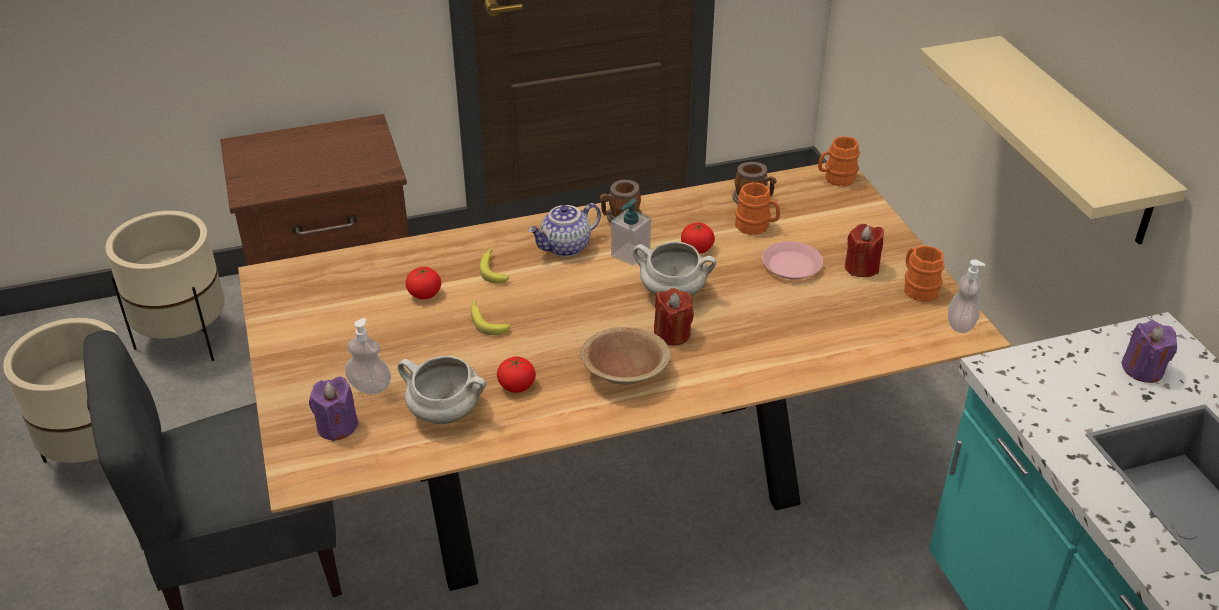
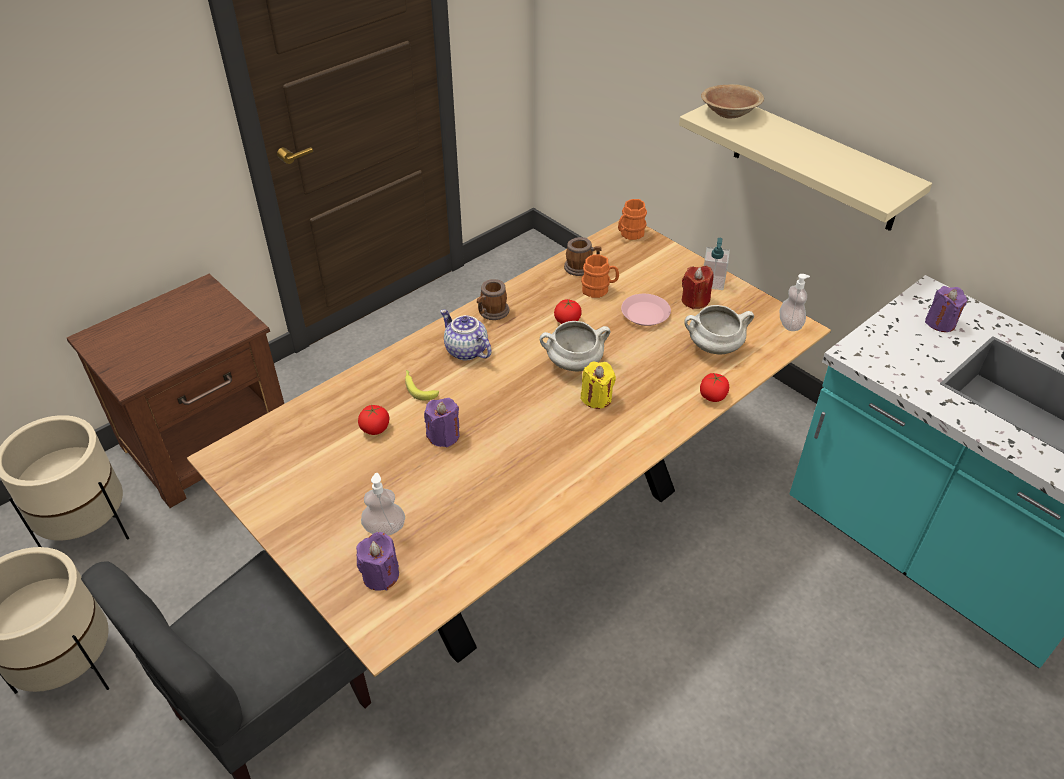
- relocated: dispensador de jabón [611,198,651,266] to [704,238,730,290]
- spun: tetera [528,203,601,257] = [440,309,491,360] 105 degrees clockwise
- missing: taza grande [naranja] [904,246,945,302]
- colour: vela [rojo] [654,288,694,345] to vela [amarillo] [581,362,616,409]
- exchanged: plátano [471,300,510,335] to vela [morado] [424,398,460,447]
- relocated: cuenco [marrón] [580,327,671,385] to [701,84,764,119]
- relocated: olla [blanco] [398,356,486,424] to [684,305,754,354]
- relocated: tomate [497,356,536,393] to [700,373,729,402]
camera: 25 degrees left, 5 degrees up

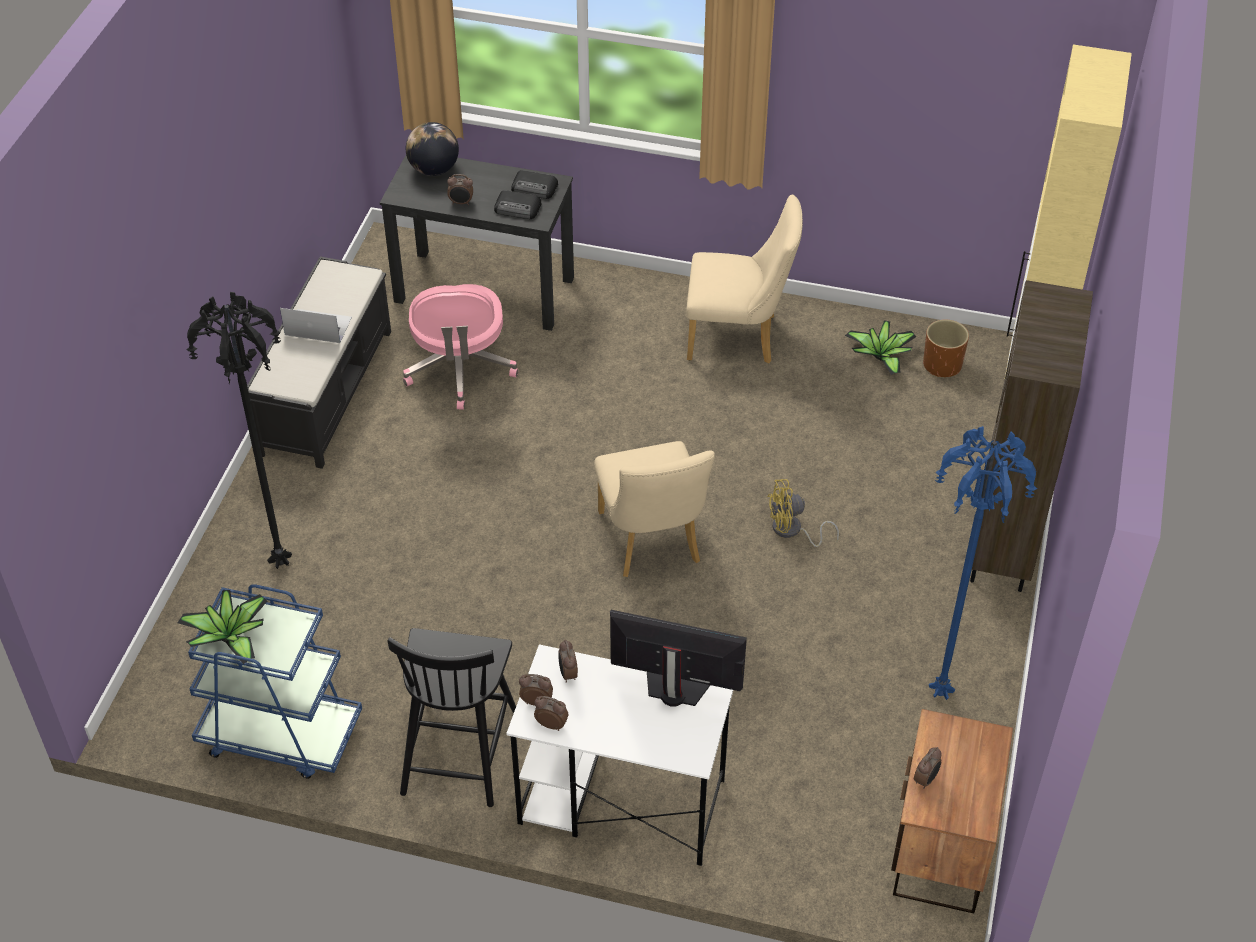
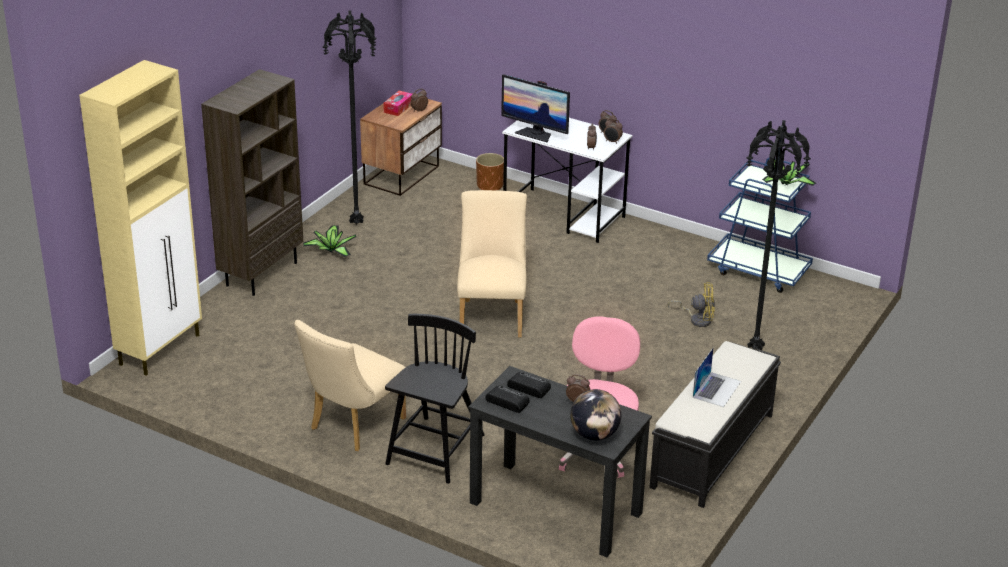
- spun: silla [beis] [686,195,803,363] = [294,320,406,451] 75 degrees counterclockwise
- spun: portátil [280,308,352,343] = [693,347,741,407] 90 degrees counterclockwise
- relocated: planta en maceta [845,320,916,375] to [303,225,356,257]
- relocated: maceta [marrón] [923,320,969,377] to [476,153,504,191]
- colour: lámpara de pie [azul] [929,426,1037,700] to lámpara de pie [negro] [323,10,376,224]
- relocated: ventilador [amarillo] [767,479,839,547] to [668,282,715,327]
- relocated: silla [negro] [387,628,516,807] to [385,314,485,484]
- appeared: caja de pañuelos [383,91,412,116]
camera: 165 degrees left, 15 degrees down

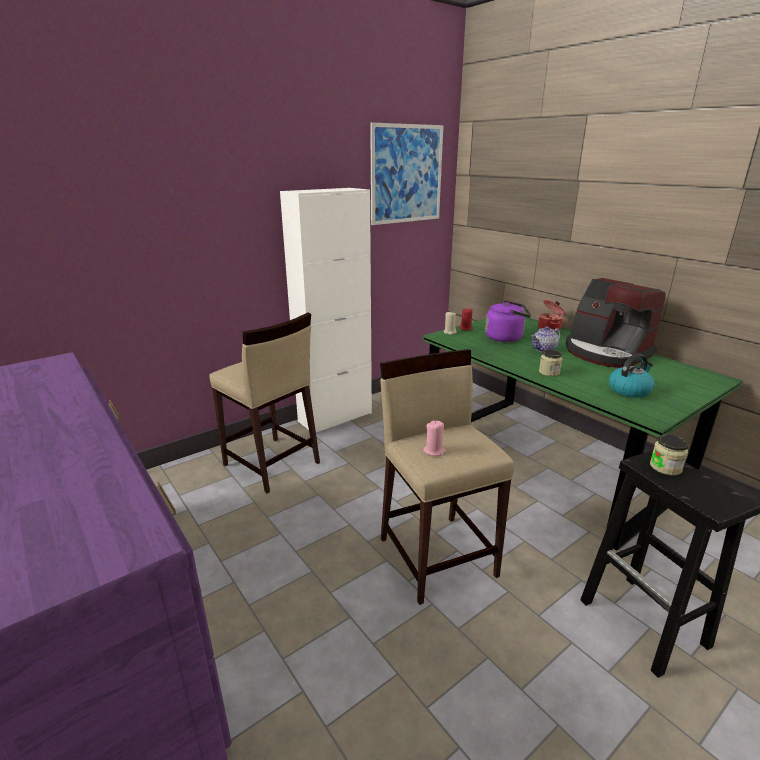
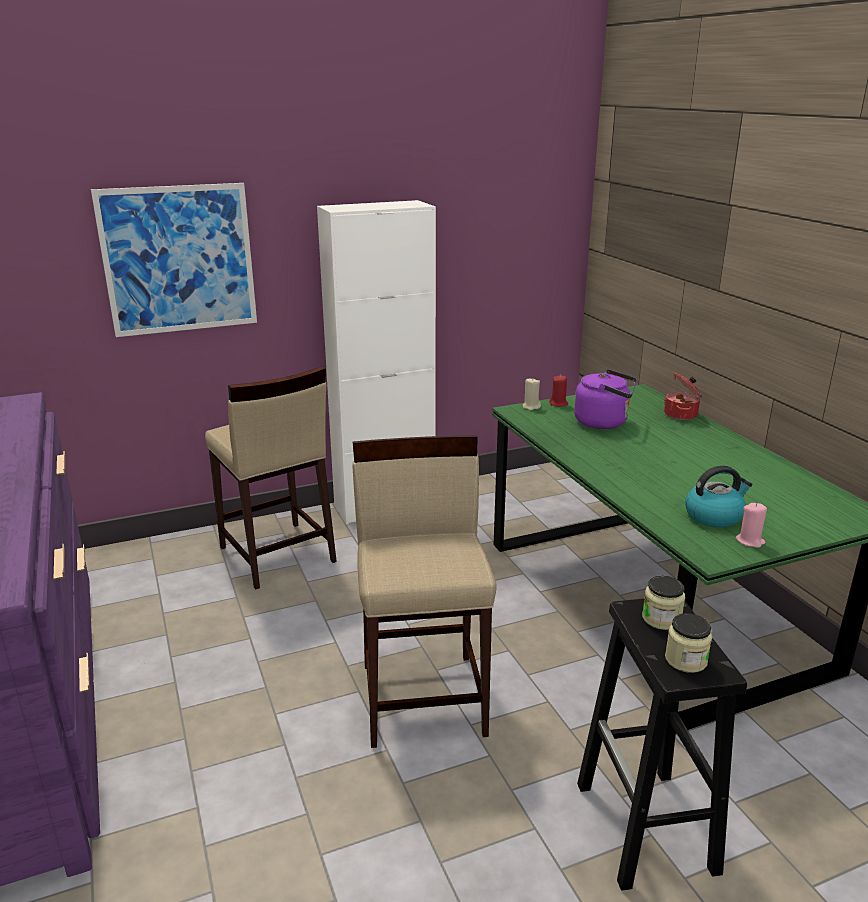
- relocated: cuadro [370,123,443,225] to [91,183,257,337]
- missing: cafetera [566,278,666,368]
- missing: tetera [531,326,561,352]
- relocated: tarro [539,349,562,376] to [665,613,712,673]
- relocated: vela [rosa] [423,421,446,456] to [736,503,767,548]
camera: 15 degrees right, 0 degrees up

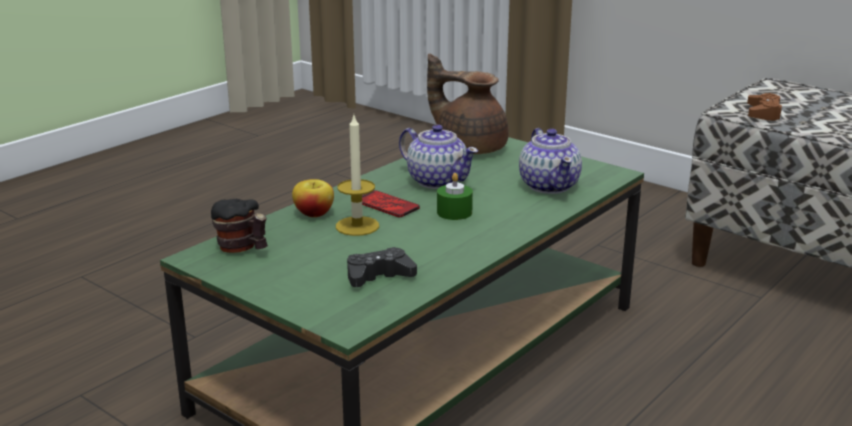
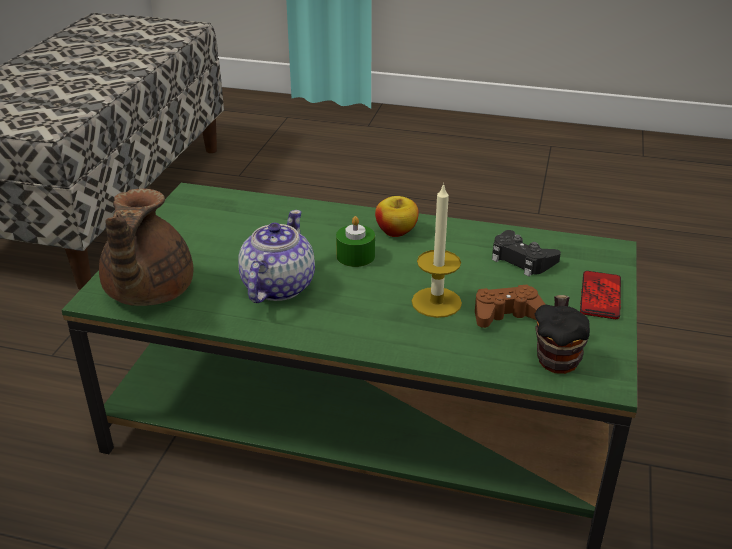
- relocated: mando de consola [marrón] [747,93,782,121] to [475,285,546,328]
- missing: tetera [519,128,582,194]
- relocated: manzana [292,179,334,217] to [375,196,419,237]
- relocated: móvil [362,190,420,217] to [580,271,621,319]
camera: 115 degrees left, 10 degrees up

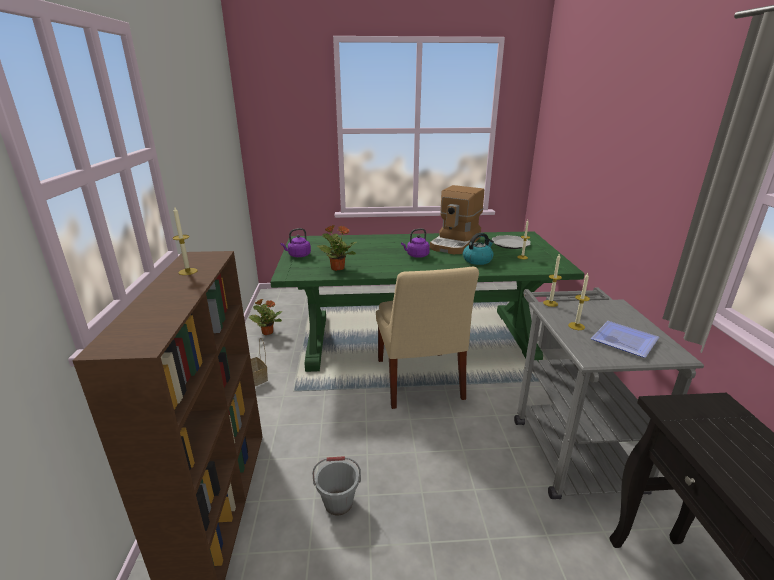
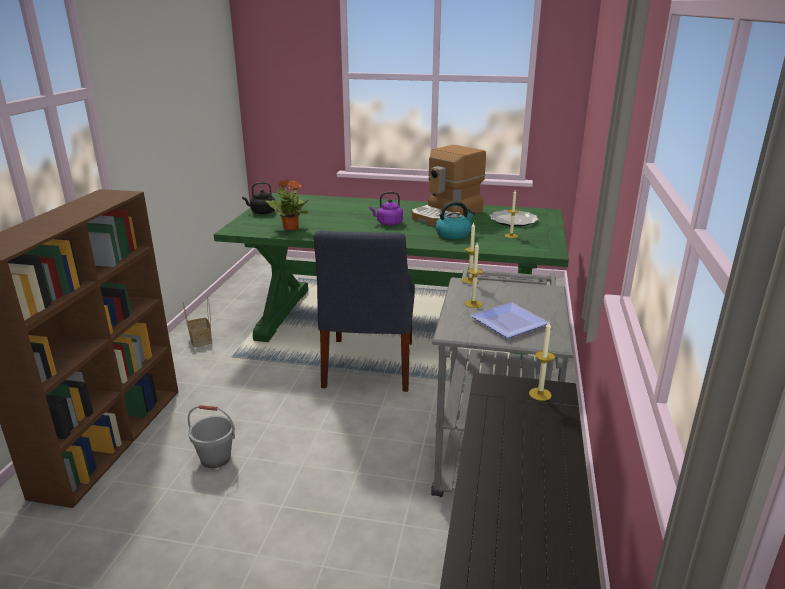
- relocated: vela [172,207,198,275] to [529,322,555,401]
- colour: hervidor [morado] [280,228,311,257] to hervidor [negro] [242,182,275,214]
- colour: silla [beis] [376,267,479,409] to silla [azul] [314,231,415,392]
- missing: planta en maceta [249,299,282,335]
camera: 15 degrees right, 0 degrees up

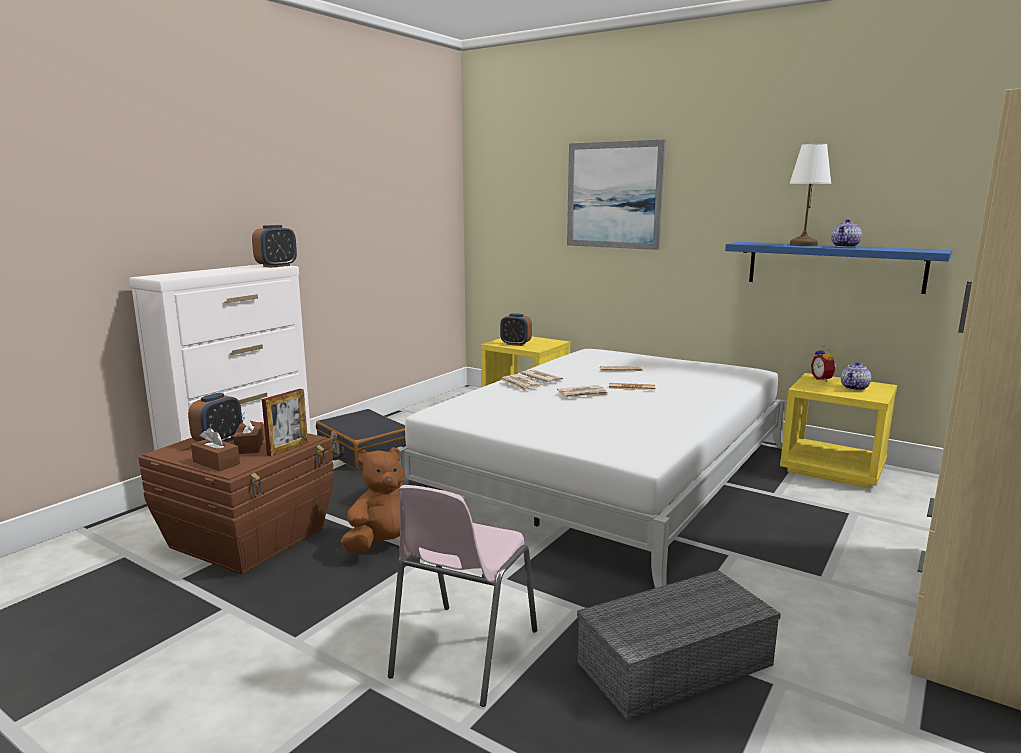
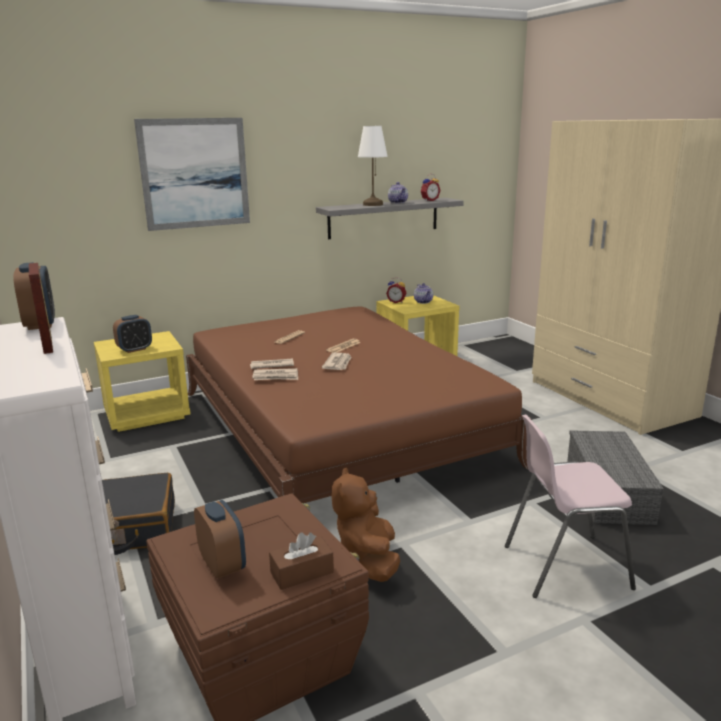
- colour: estante [azul] [725,242,952,294] to estante [gris] [316,198,464,239]
- colour: cama [blanco] [398,349,786,588] to cama [marrón] [186,307,532,503]
- relocated: portarretratos [262,389,308,456] to [29,263,53,354]
- missing: caja de pañuelos [marrón] [233,412,264,454]
- spun: silla [rosa] [388,485,537,707] = [505,414,636,598] 120 degrees clockwise
- appeared: despertador [421,174,441,201]
camera: 60 degrees left, 5 degrees up

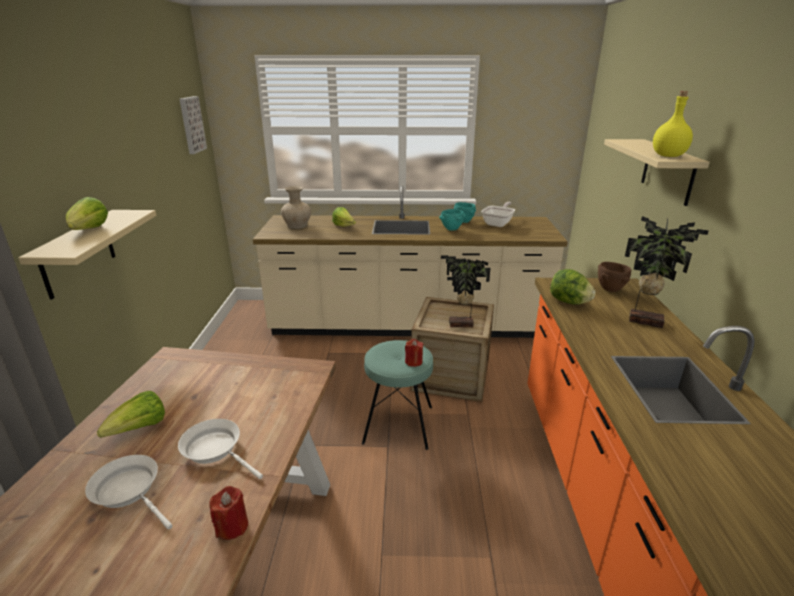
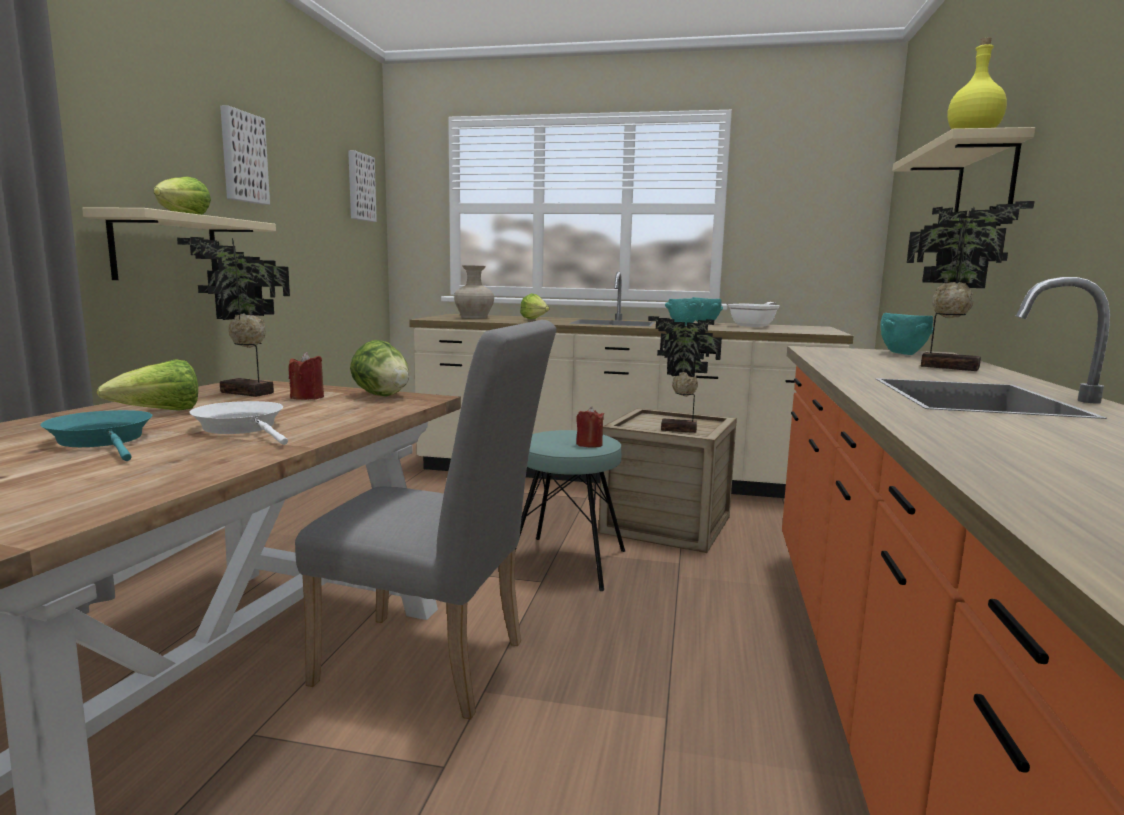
- colour: cuenco [marrón] [598,262,631,292] to cuenco [turquesa] [881,313,935,355]
- relocated: lechuga [550,269,596,305] to [350,340,409,396]
- colour: sartén [blanco] [85,455,172,529] to sartén [turquesa] [41,410,152,461]
- relocated: vela [rojo] [209,486,248,540] to [289,352,324,400]
- appeared: cuadro [220,105,270,205]
- appeared: planta en maceta [177,237,290,397]
- appeared: silla [gris] [295,320,556,720]
camera: 10 degrees right, 15 degrees down

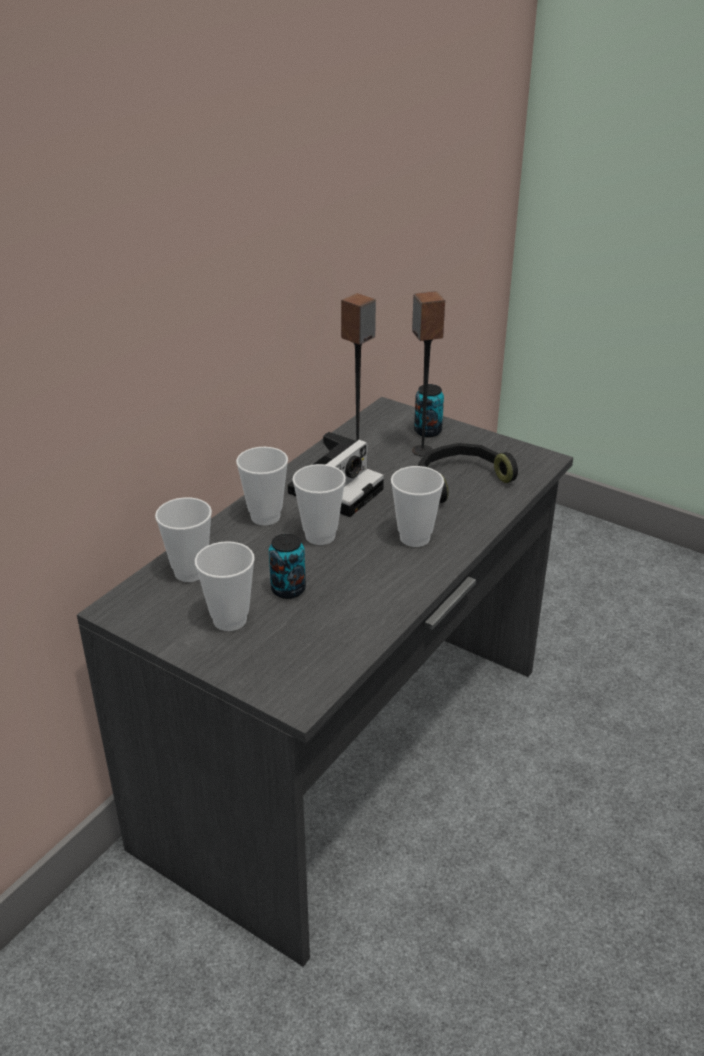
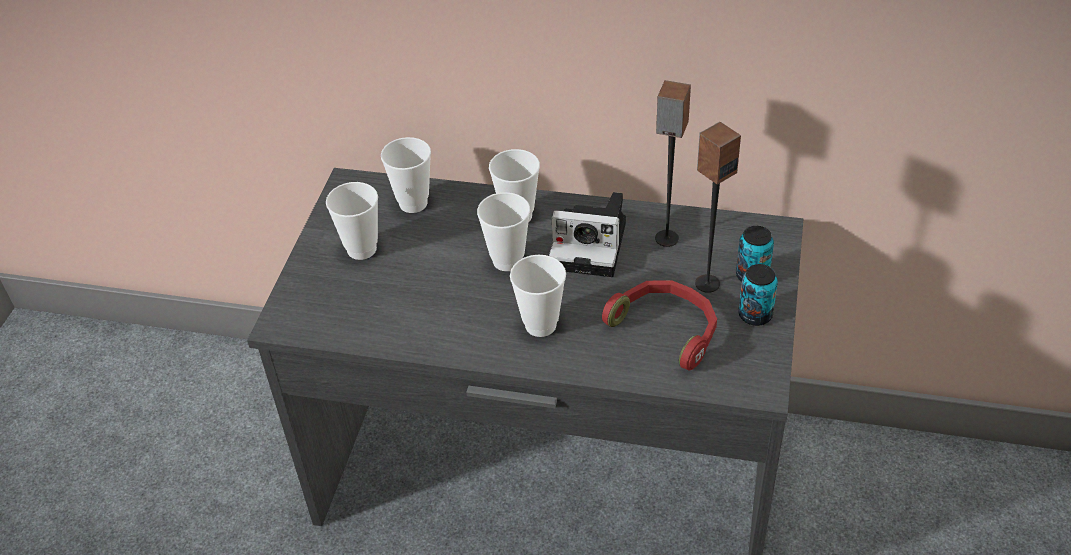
- colour: auriculares [negro] [418,443,518,503] to auriculares [rojo] [602,280,717,371]
- relocated: lata [269,533,306,599] to [738,264,778,326]
camera: 70 degrees right, 10 degrees up

